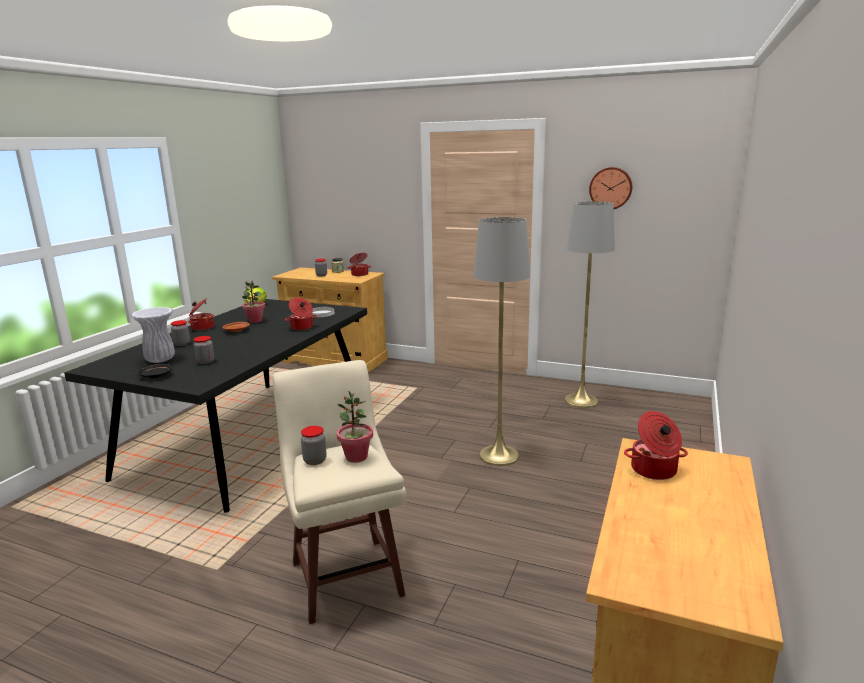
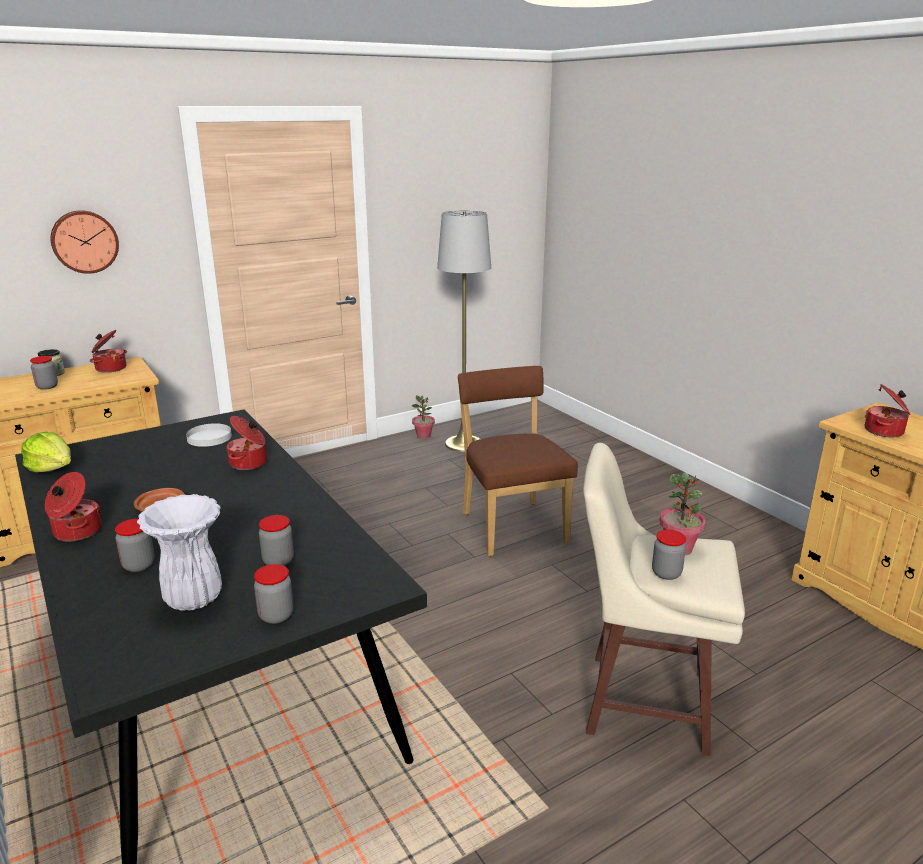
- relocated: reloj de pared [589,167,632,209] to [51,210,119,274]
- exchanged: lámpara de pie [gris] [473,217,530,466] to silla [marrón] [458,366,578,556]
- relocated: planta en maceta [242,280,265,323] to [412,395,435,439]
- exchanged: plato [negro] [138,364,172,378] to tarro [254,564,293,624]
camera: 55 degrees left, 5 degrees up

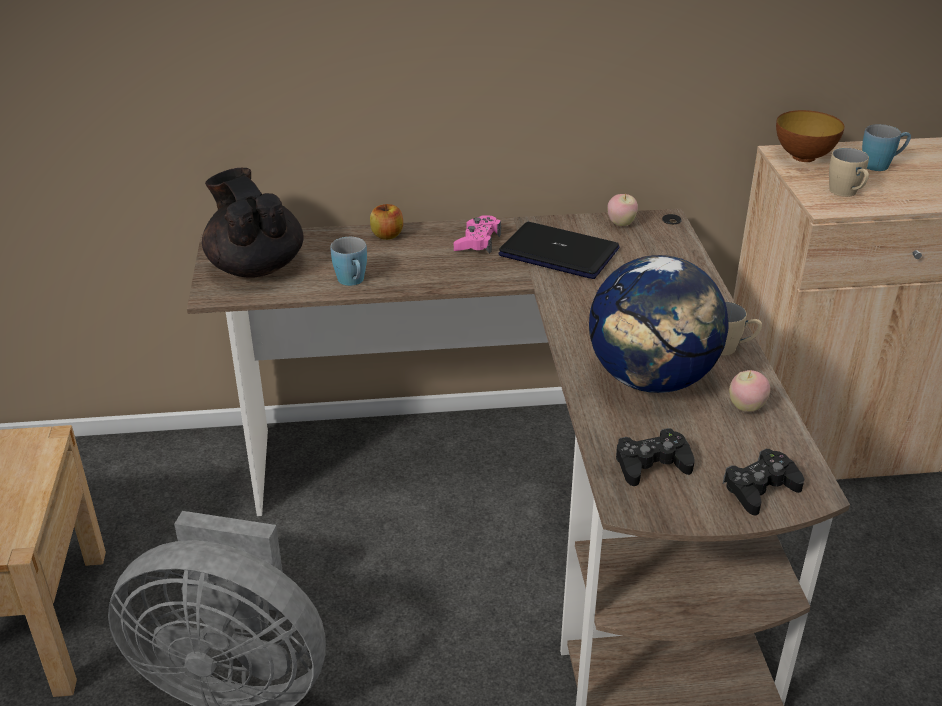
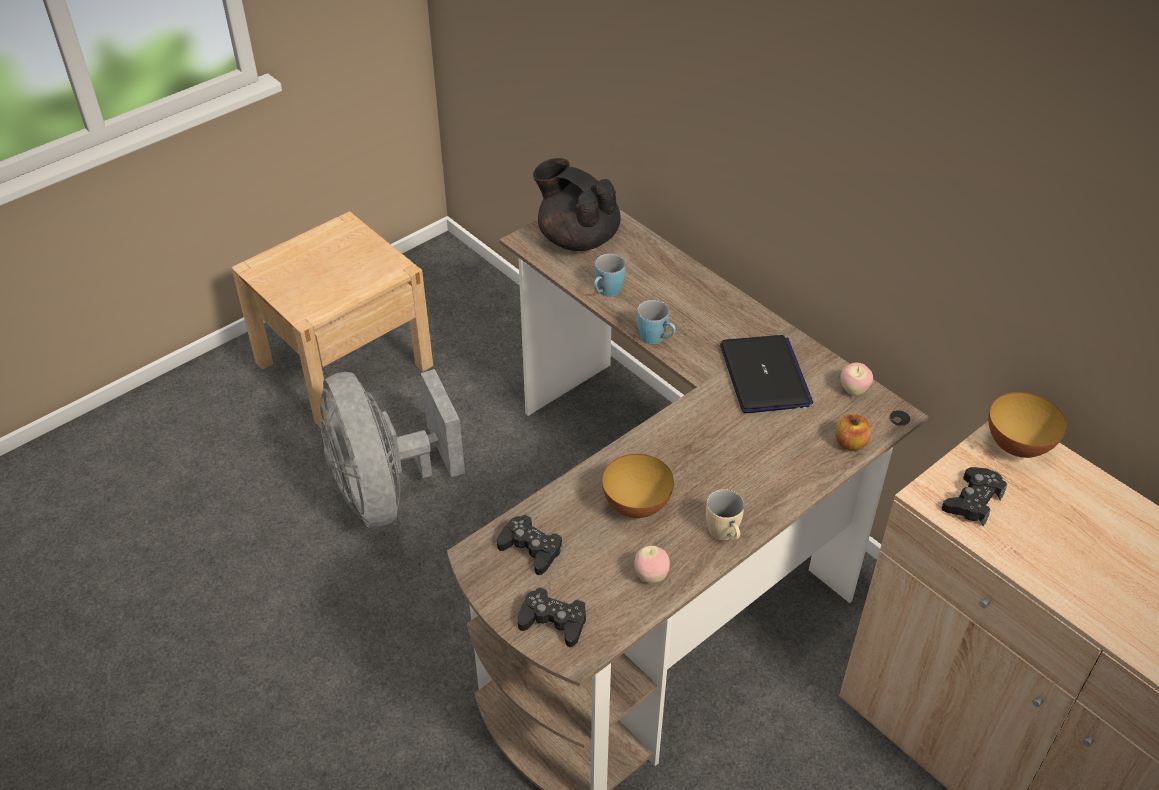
- relocated: taza grande [azul] [862,124,911,171] to [637,300,676,344]
- exchanged: taza grande [beis] [829,148,869,197] to mando de consola [negro] [942,467,1007,526]
- spun: tetera [negro] [202,168,303,278] = [533,158,621,251] 75 degrees counterclockwise
- relocated: manzana [370,204,403,240] to [835,414,871,451]
- missing: mando de consola [rosa] [454,215,501,254]
- exchanged: globo terráqueo [589,255,729,393] to cuenco [602,454,674,518]
camera: 55 degrees right, 10 degrees up

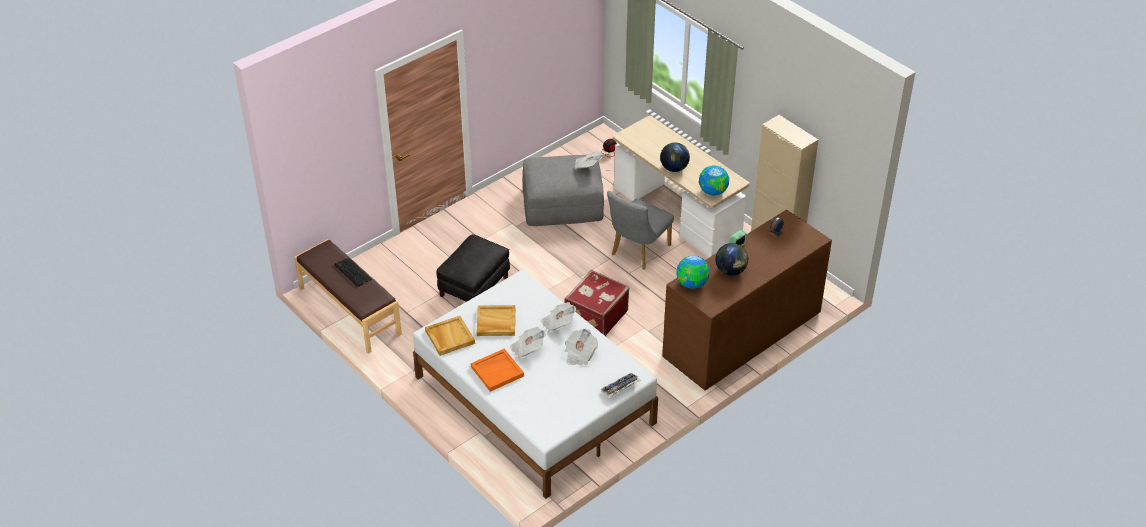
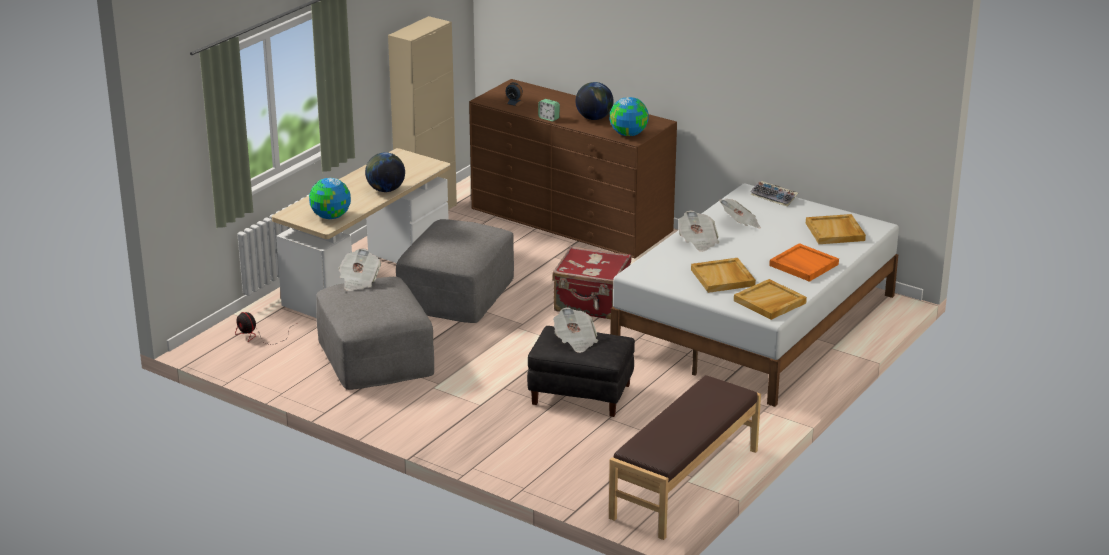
- relocated: globo terráqueo [699,165,729,196] to [309,178,351,219]
- exchanged: silla [gris] [607,191,674,270] to puf [gris] [396,219,514,323]
- missing: teclado [334,258,372,287]
- relocated: periódico [510,327,546,358] to [553,307,598,353]
- appeared: bandeja [beis] [806,214,866,244]
camera: 105 degrees left, 15 degrees down

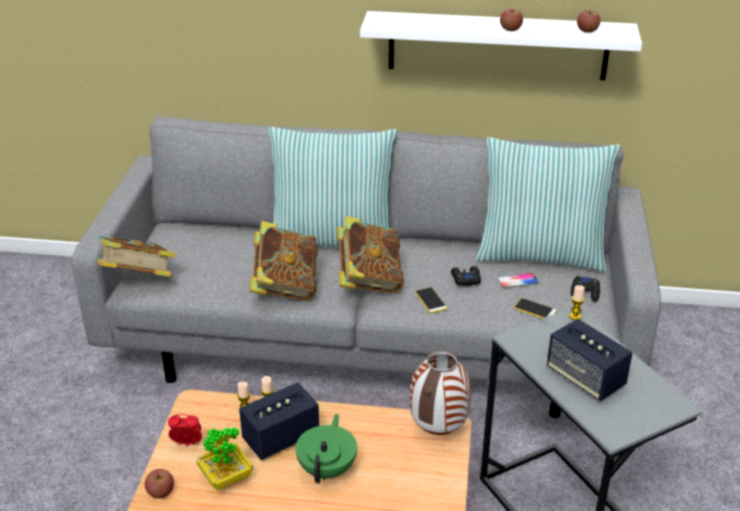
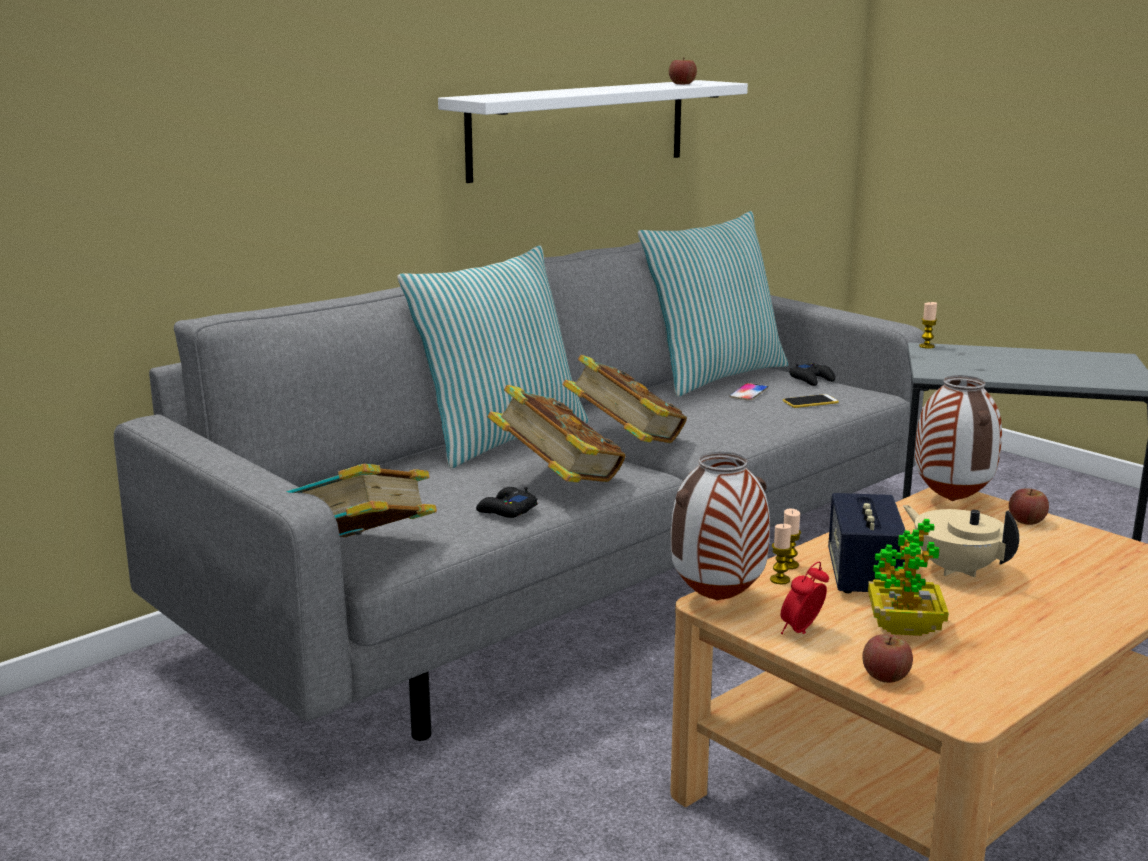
- relocated: manzana [500,9,523,31] to [1009,488,1049,525]
- relocated: mando de consola [negro] [451,266,481,286] to [476,487,538,518]
- missing: móvil [415,287,447,313]
- missing: altavoz [547,319,632,401]
- colour: tetera [verde] [295,414,357,483] to tetera [beis] [903,505,1019,577]
- appeared: florero [671,452,770,601]
camera: 50 degrees left, 15 degrees down

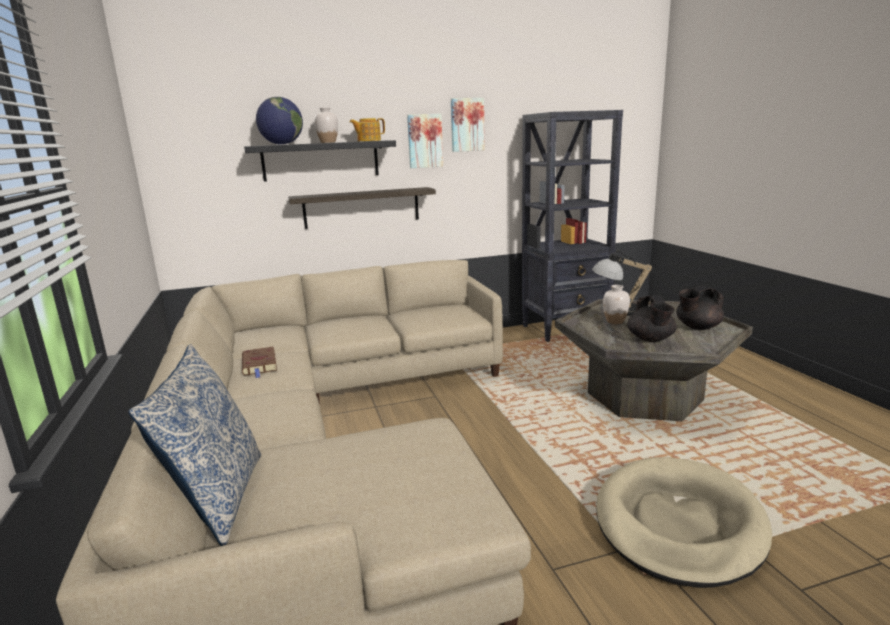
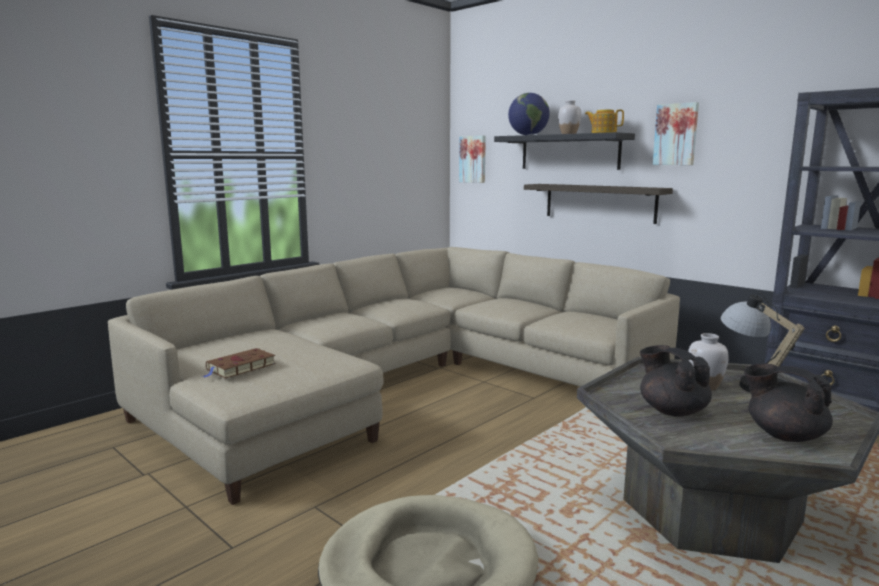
- relocated: cuadro [451,98,485,152] to [459,136,486,183]
- spun: tetera [negro] [627,296,677,342] = [640,345,712,417] 90 degrees clockwise
- missing: cojín [128,344,261,546]
- relocated: libro [marrón] [242,346,277,378] to [203,348,276,379]
camera: 60 degrees right, 5 degrees down

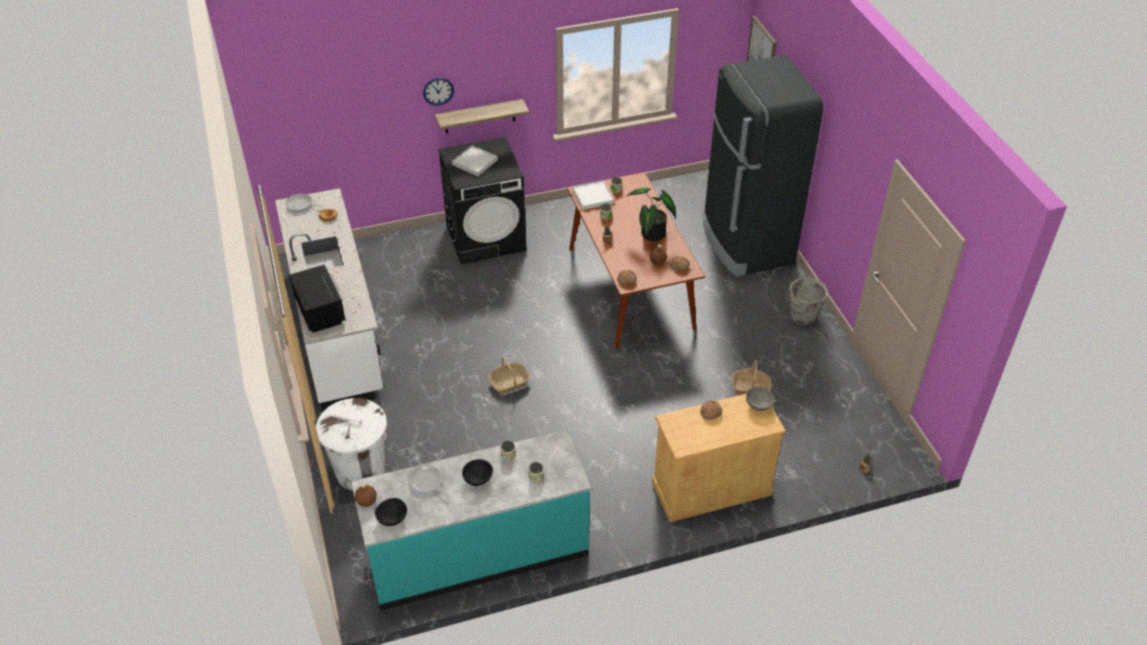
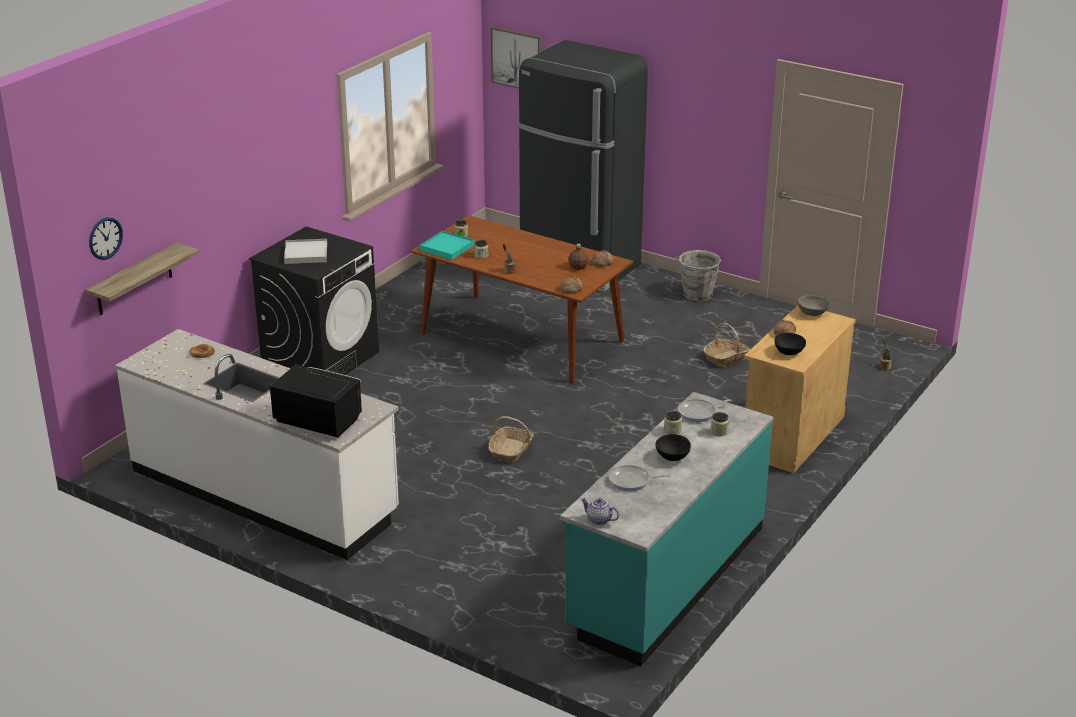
- relocated: reloj de pared [423,78,454,106] to [89,217,123,260]
- relocated: estante [435,99,529,133] to [86,242,199,315]
- colour: bandeja [blanco] [573,180,614,210] to bandeja [turquesa] [420,231,475,260]
- missing: planta en maceta [626,188,676,241]
- relocated: sartén [285,194,323,212] to [678,399,731,422]
- missing: papelera [blanco] [316,398,387,491]
- exchanged: botella [marrón] [355,483,377,507] to tetera [581,498,619,525]
- relocated: cuenco [negro] [375,498,407,526] to [775,333,806,355]
camera: 40 degrees left, 15 degrees down

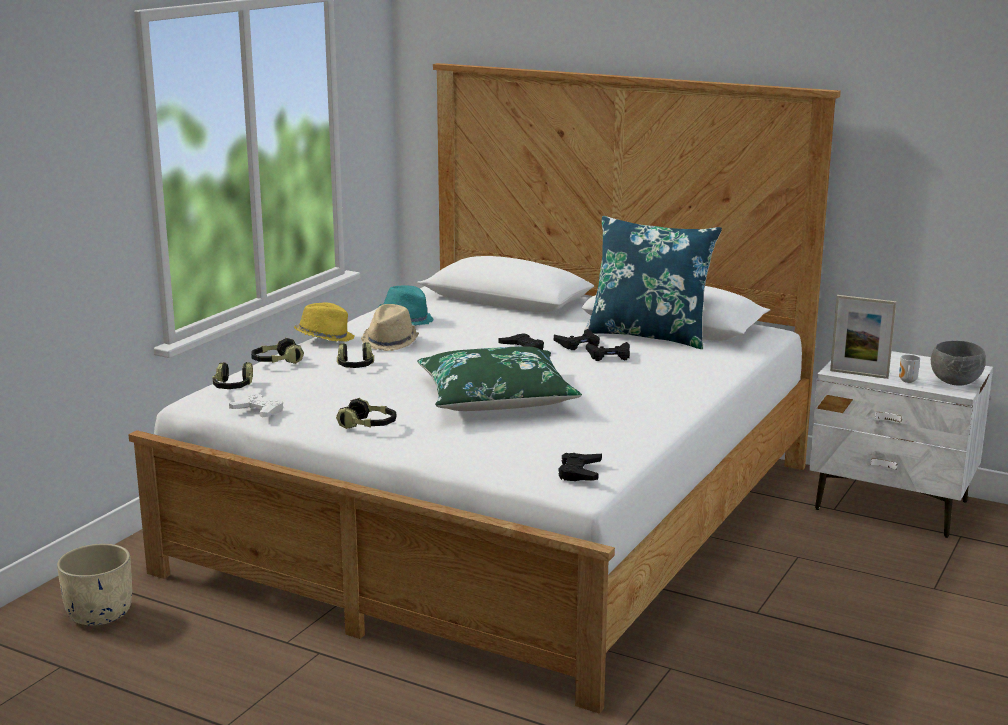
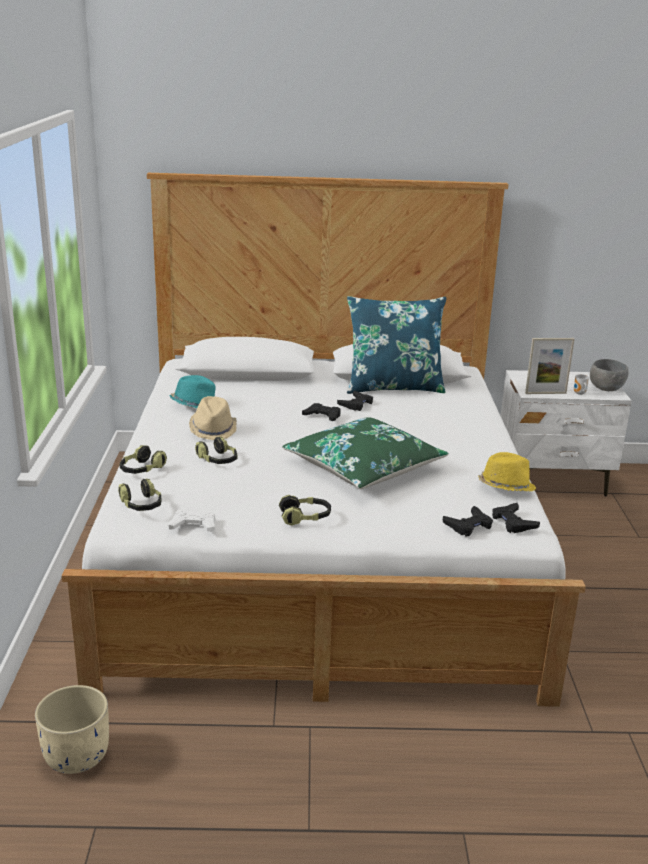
- relocated: sombrero [amarillo] [294,302,354,342] to [478,452,536,491]
- relocated: mando de consola [negro] [586,342,630,361] to [443,506,493,536]
camera: 30 degrees left, 5 degrees up

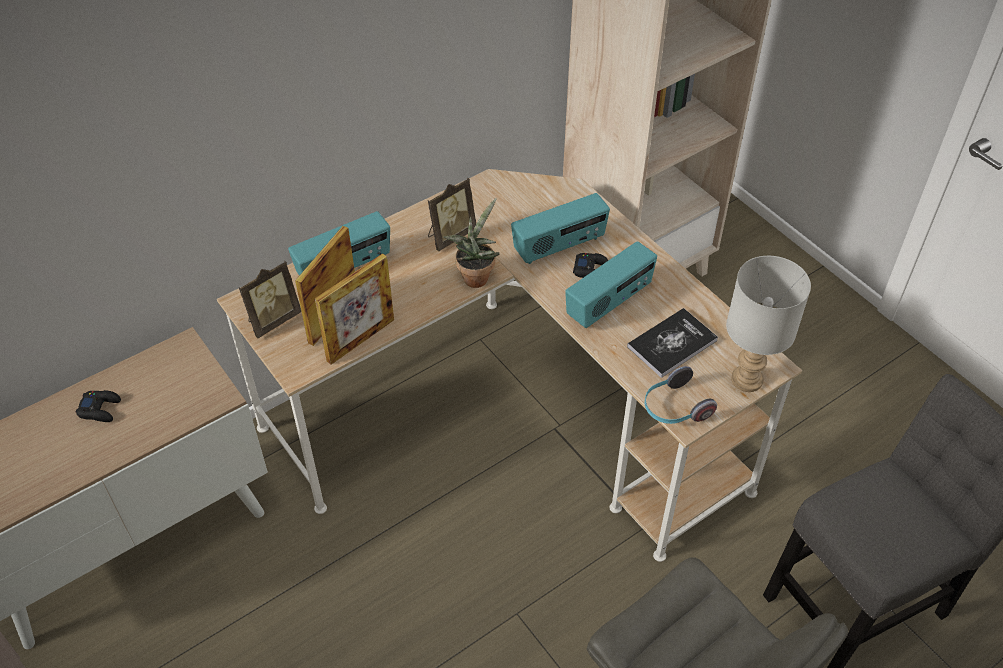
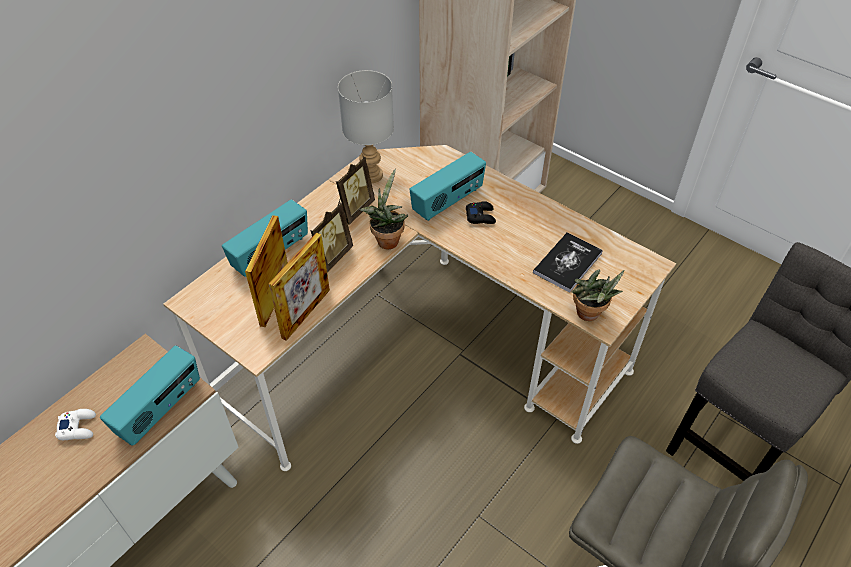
- relocated: radio [565,241,657,328] to [100,345,200,446]
- relocated: lámpara de mesa [gris] [726,256,811,392] to [338,70,394,183]
- relocated: portarretratos [239,260,301,338] to [310,203,353,272]
- exchanged: auriculares [645,366,717,424] to planta en maceta [571,269,624,321]
- colour: mando de consola [negro] [76,390,121,422] to mando de consola [blanco] [55,409,96,440]
camera: 15 degrees left, 0 degrees up

